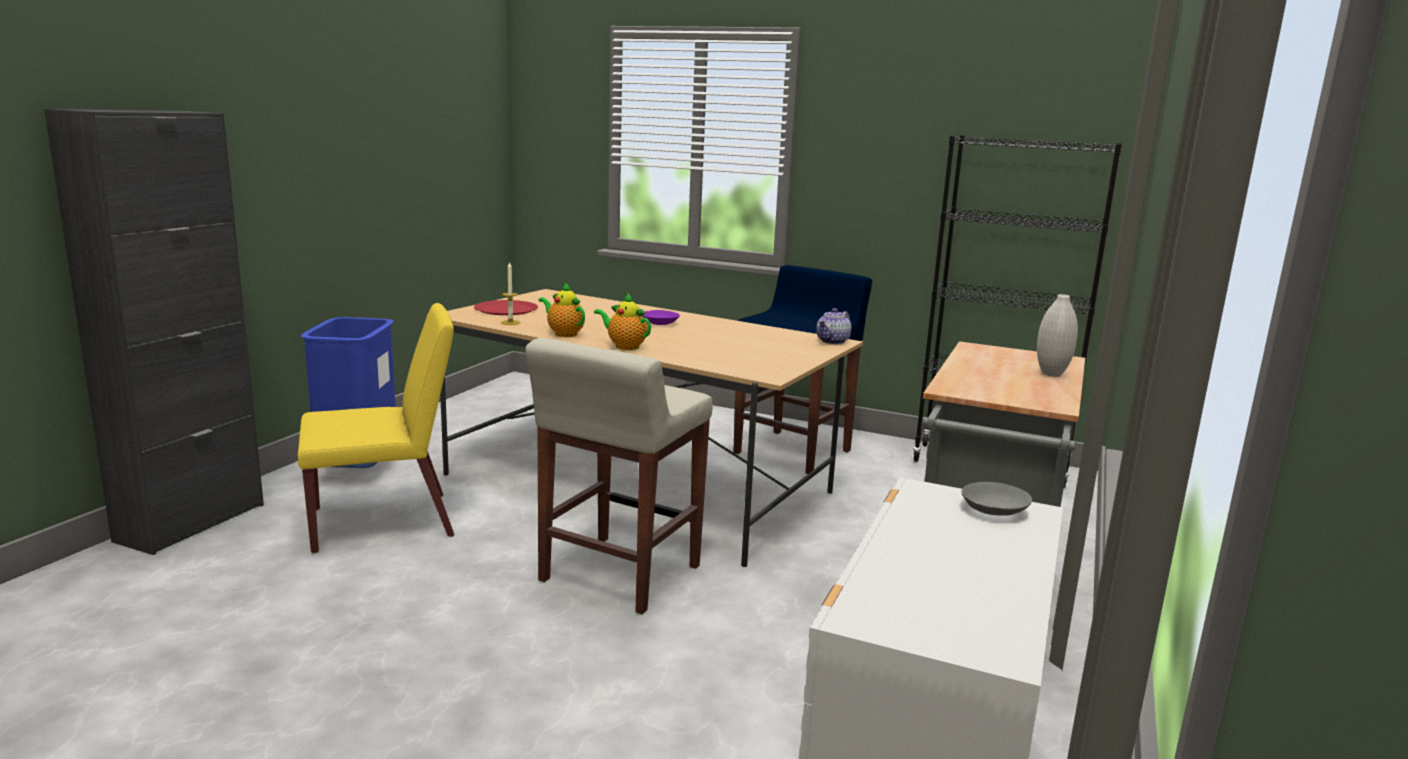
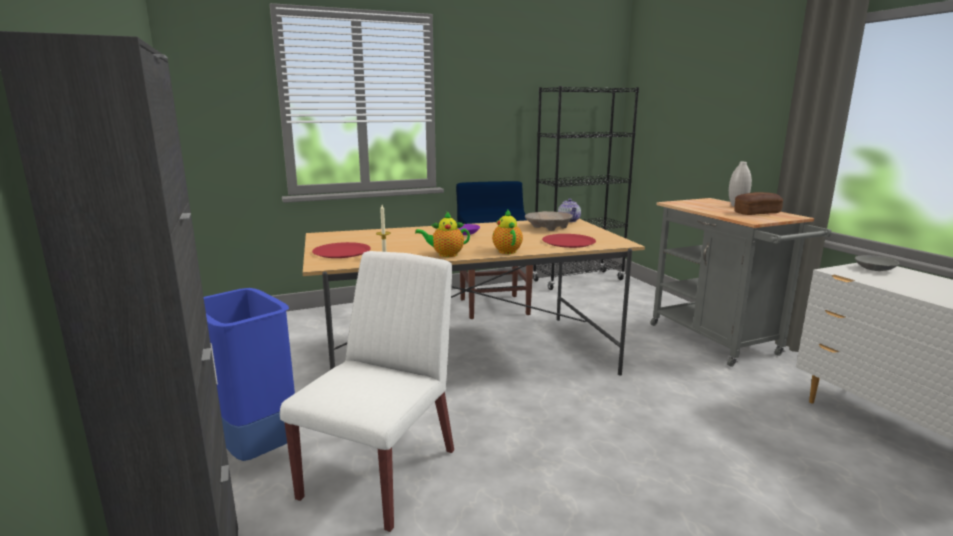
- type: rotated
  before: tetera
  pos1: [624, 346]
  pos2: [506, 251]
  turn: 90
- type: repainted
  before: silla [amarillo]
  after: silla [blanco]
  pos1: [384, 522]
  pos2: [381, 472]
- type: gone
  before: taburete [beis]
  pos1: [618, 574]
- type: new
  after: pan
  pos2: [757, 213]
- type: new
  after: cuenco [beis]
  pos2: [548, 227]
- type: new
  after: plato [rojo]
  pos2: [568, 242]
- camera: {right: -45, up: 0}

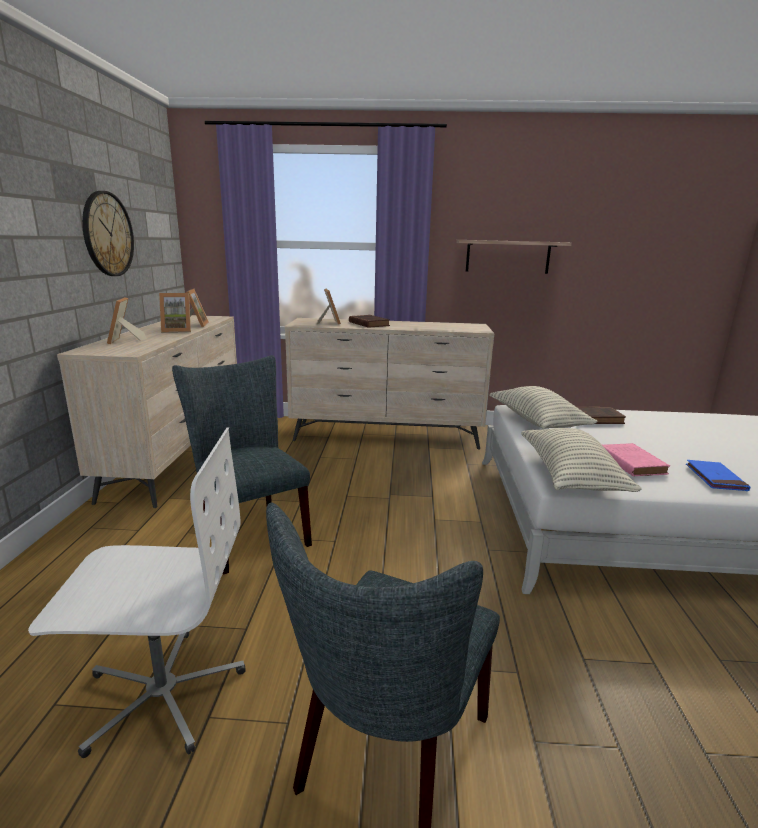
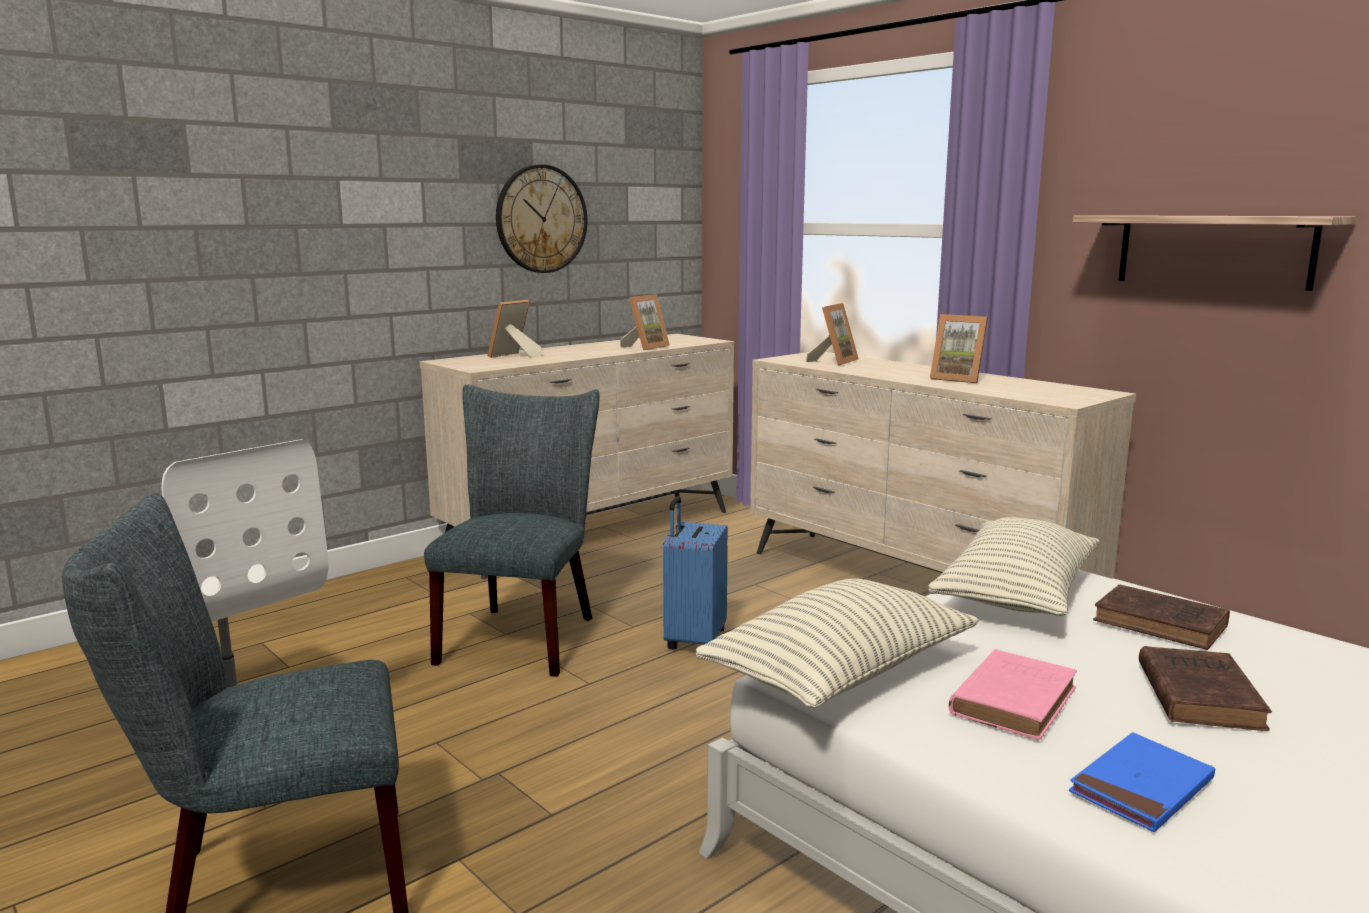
- type: shifted
  before: portarretratos
  pos1: [177, 330]
  pos2: [958, 379]
- type: shifted
  before: libro [marrón]
  pos1: [368, 324]
  pos2: [1197, 694]
- type: new
  after: maleta [azul]
  pos2: [693, 640]
- camera: {right: 45, up: -5}

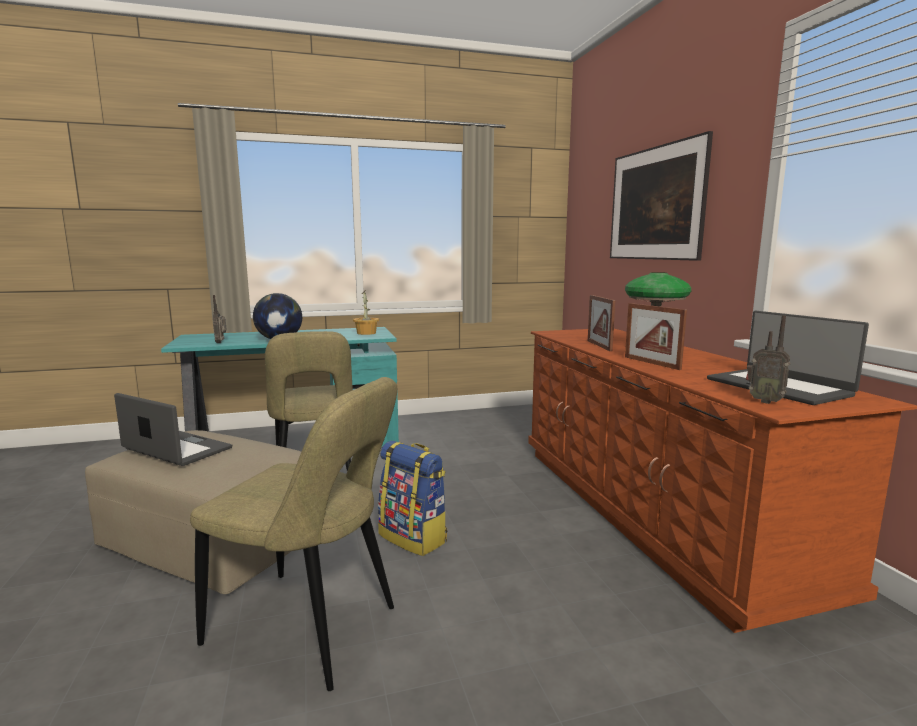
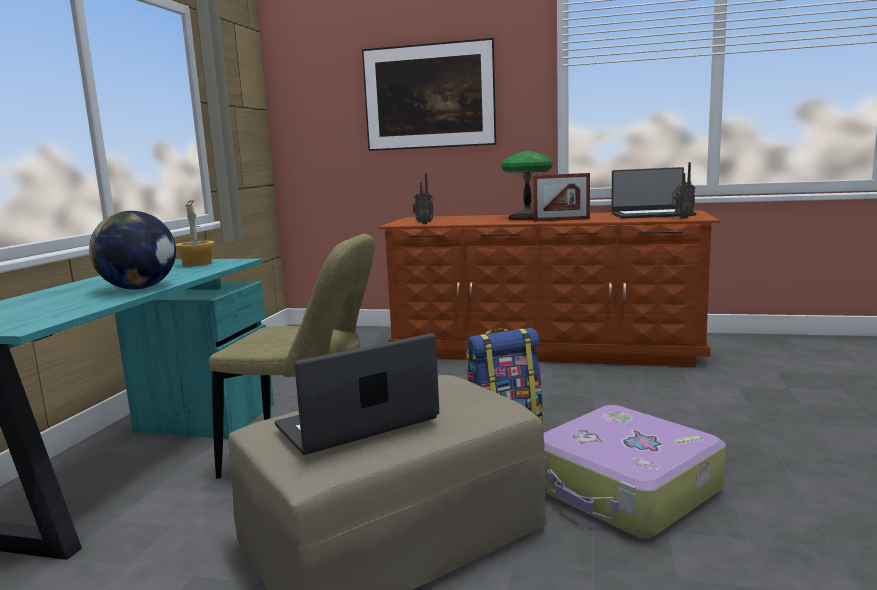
- type: shifted
  before: radio
  pos1: [221, 342]
  pos2: [424, 223]
- type: gone
  before: portarretratos
  pos1: [599, 345]
- type: swapped
  before: silla [beis]
  after: maleta
  pos1: [309, 628]
  pos2: [625, 490]
- camera: {right: -60, up: 0}

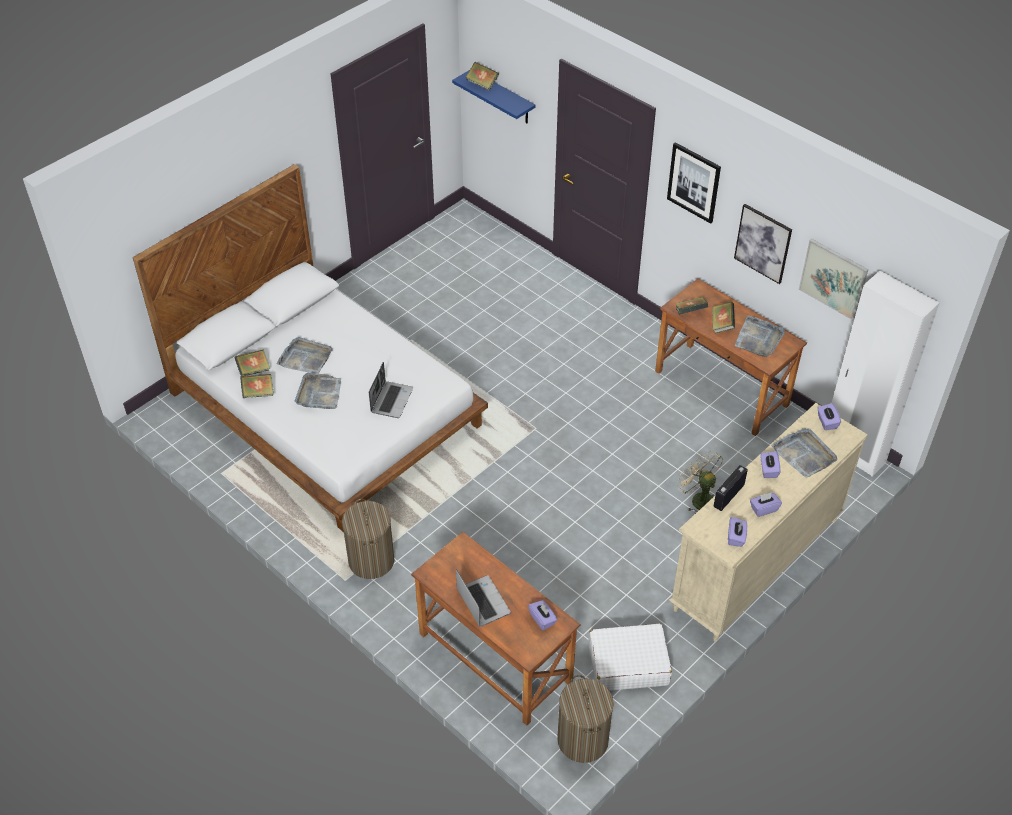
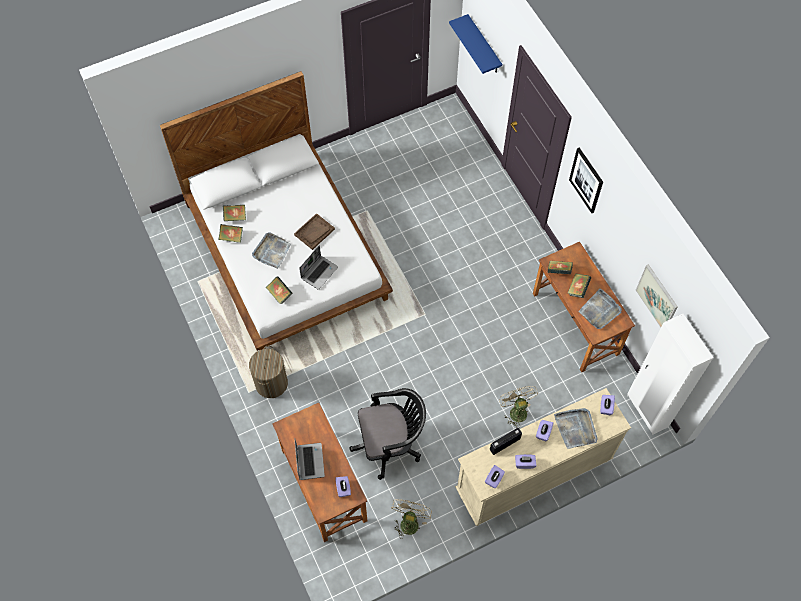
- type: shifted
  before: libro
  pos1: [482, 84]
  pos2: [279, 294]
- type: gone
  before: cuadro
  pos1: [763, 243]
- type: gone
  before: bandeja [gris]
  pos1: [305, 358]
- type: swapped
  before: maleta [blanco]
  after: ventilador [beis]
  pos1: [627, 664]
  pos2: [409, 521]
- type: gone
  before: cesto de la ropa
  pos1: [582, 739]
- type: new
  after: bandeja [marrón]
  pos2: [314, 232]
- type: new
  after: silla de oficina [negro]
  pos2: [390, 444]
- camera: {right: 20, up: 15}

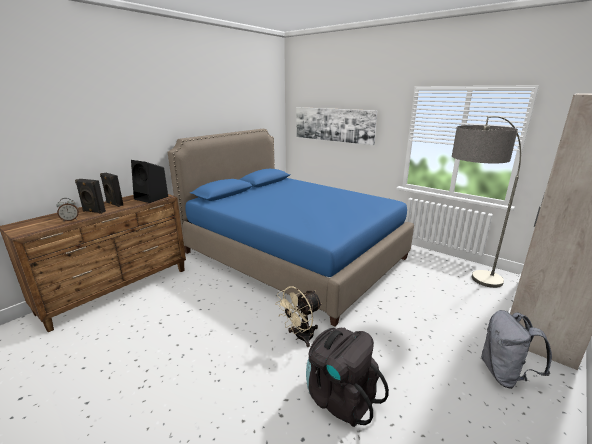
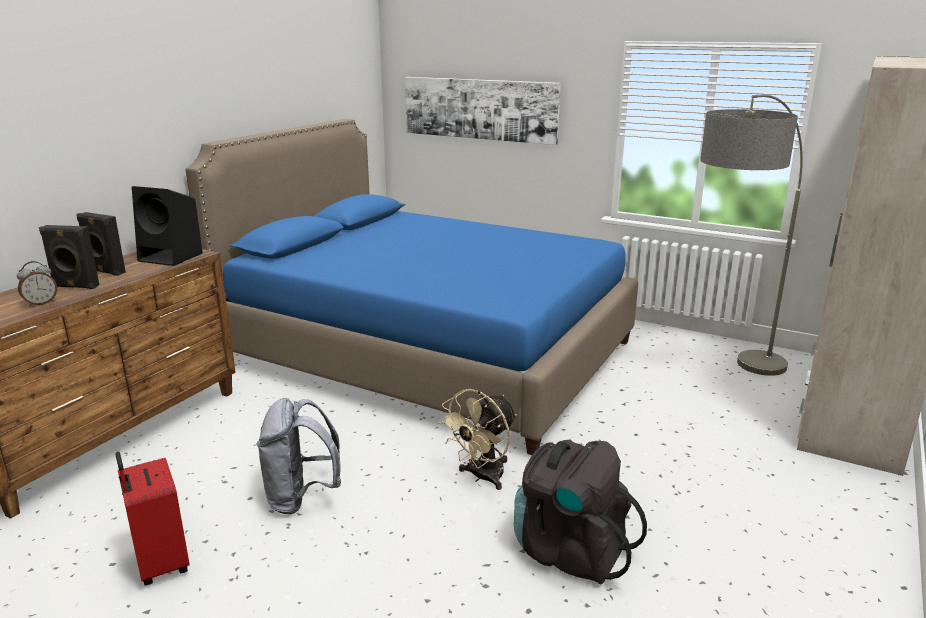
- type: shifted
  before: mochila [gris]
  pos1: [504, 374]
  pos2: [301, 498]
- type: new
  after: maleta [rojo]
  pos2: [160, 564]
- camera: {right: -10, up: 0}

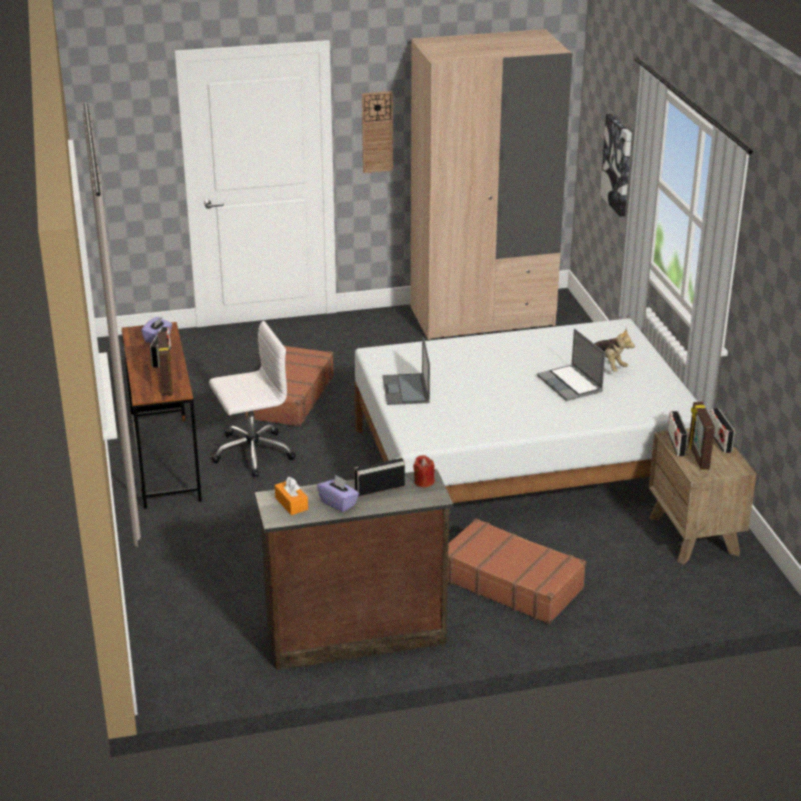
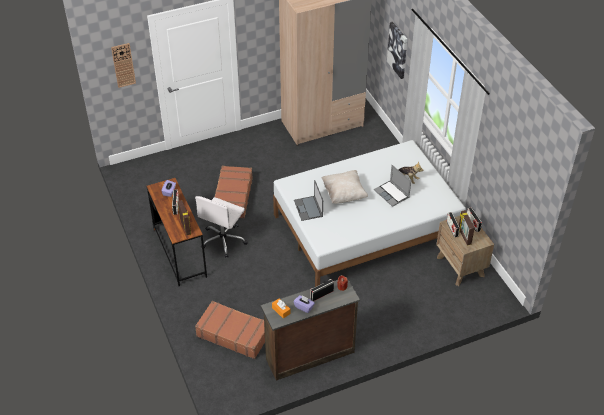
- type: shifted
  before: reloj de pared
  pos1: [377, 132]
  pos2: [123, 65]
- type: rotated
  before: silla de oficina [blanco]
  pos1: [251, 453]
  pos2: [223, 240]
  turn: 150
- type: shifted
  before: maleta [marrón]
  pos1: [511, 583]
  pos2: [233, 334]
- type: new
  after: cojín [beis]
  pos2: [344, 194]
- camera: {right: -10, up: 15}

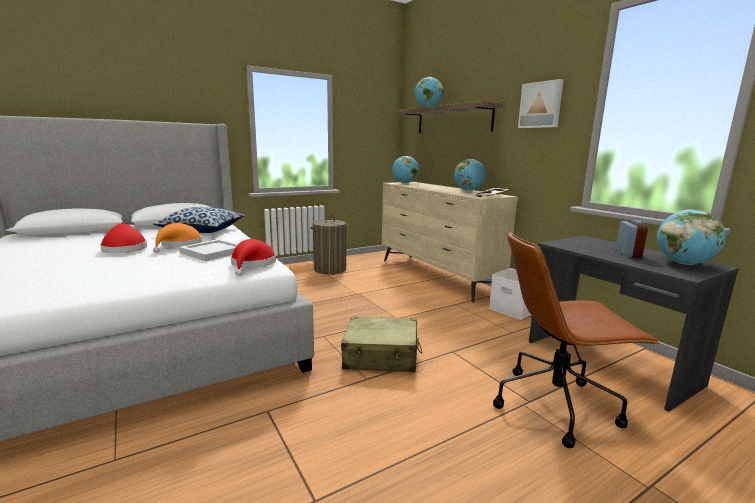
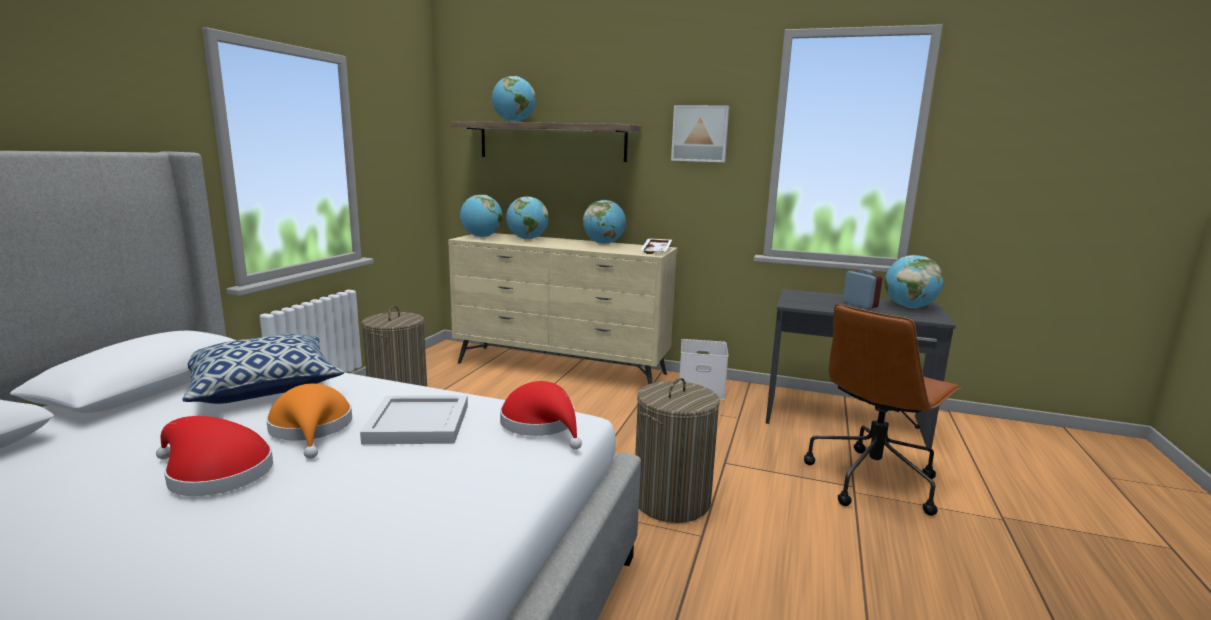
- type: swapped
  before: maleta [beis]
  after: cesto de la ropa
  pos1: [381, 356]
  pos2: [671, 500]
- type: new
  after: globo terráqueo
  pos2: [527, 239]
- camera: {right: -40, up: 0}

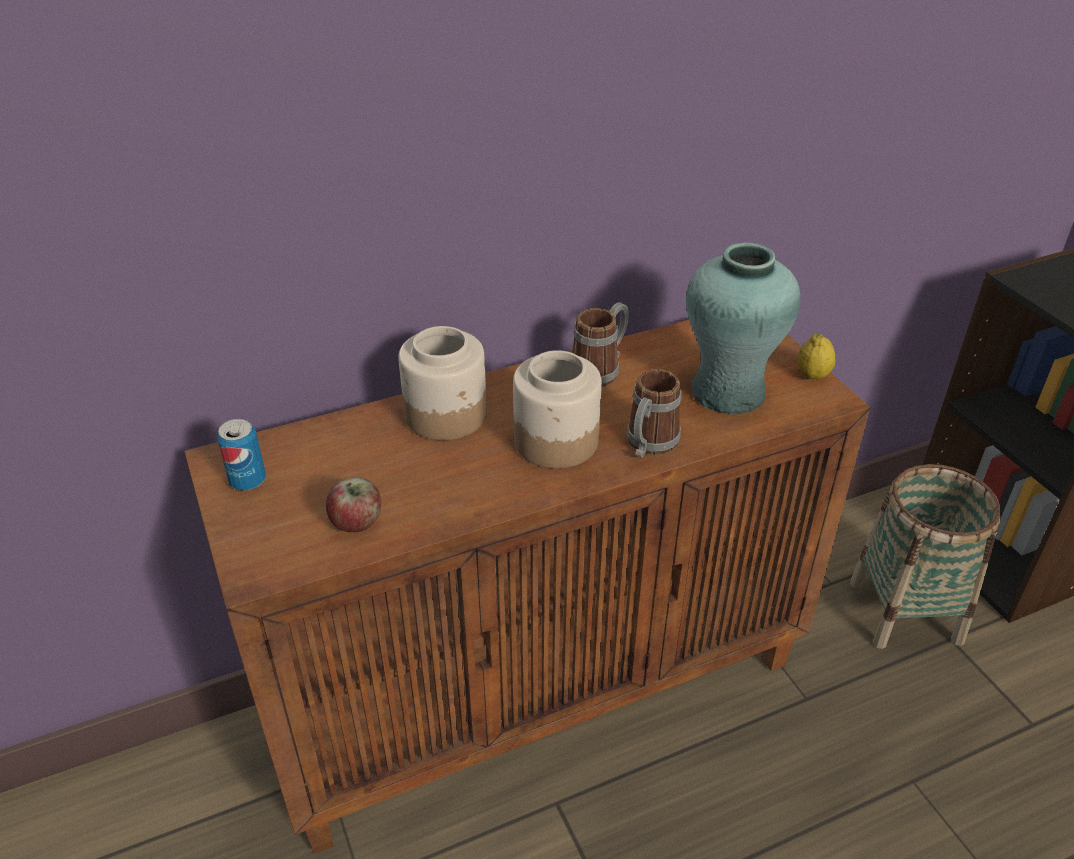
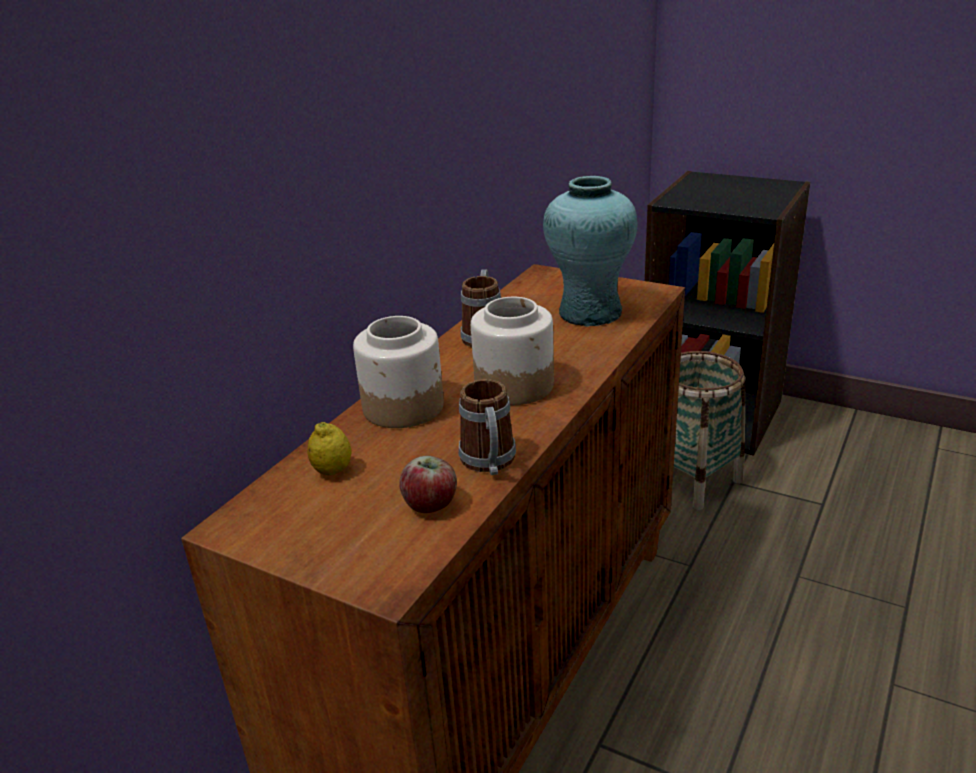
- type: shifted
  before: limón
  pos1: [812, 375]
  pos2: [332, 471]
- type: shifted
  before: taza grande
  pos1: [648, 445]
  pos2: [489, 463]
- type: gone
  before: lata
  pos1: [248, 481]
- camera: {right: -35, up: -10}

